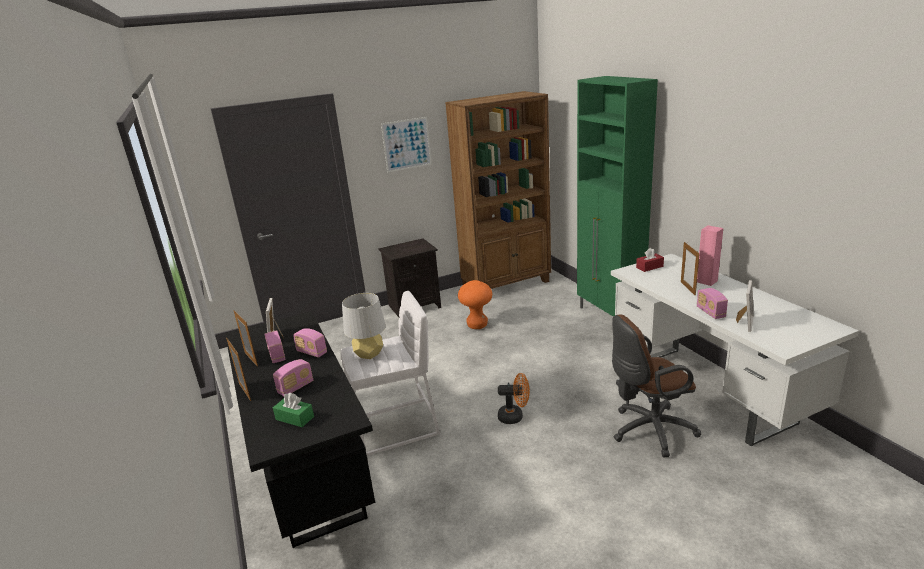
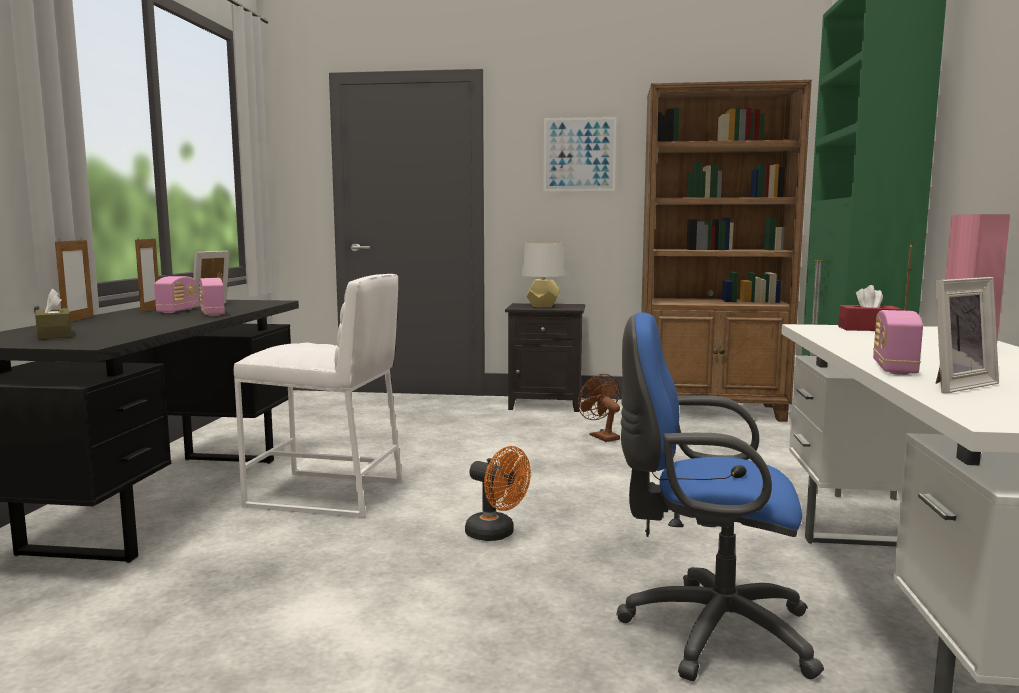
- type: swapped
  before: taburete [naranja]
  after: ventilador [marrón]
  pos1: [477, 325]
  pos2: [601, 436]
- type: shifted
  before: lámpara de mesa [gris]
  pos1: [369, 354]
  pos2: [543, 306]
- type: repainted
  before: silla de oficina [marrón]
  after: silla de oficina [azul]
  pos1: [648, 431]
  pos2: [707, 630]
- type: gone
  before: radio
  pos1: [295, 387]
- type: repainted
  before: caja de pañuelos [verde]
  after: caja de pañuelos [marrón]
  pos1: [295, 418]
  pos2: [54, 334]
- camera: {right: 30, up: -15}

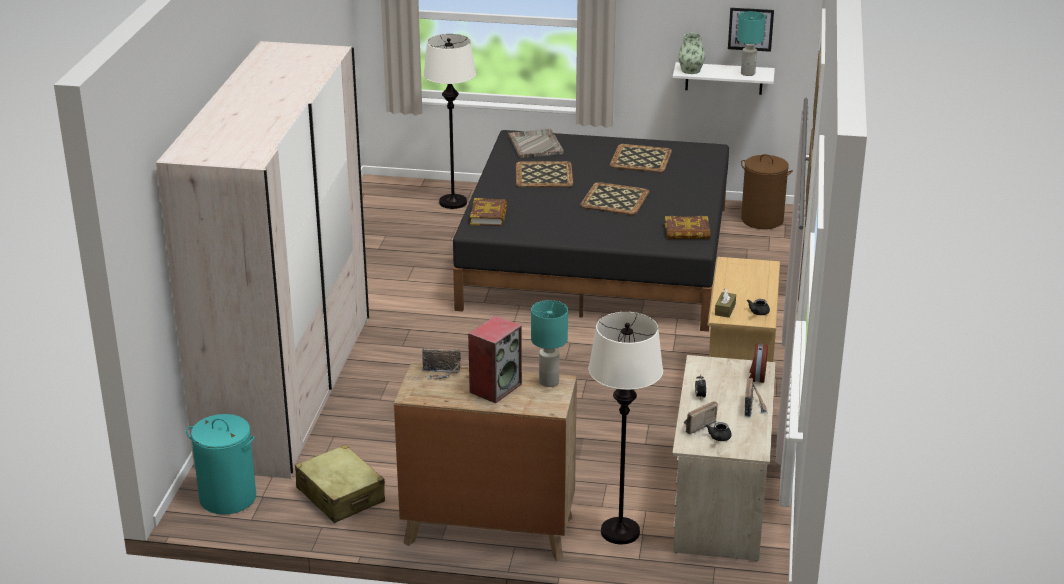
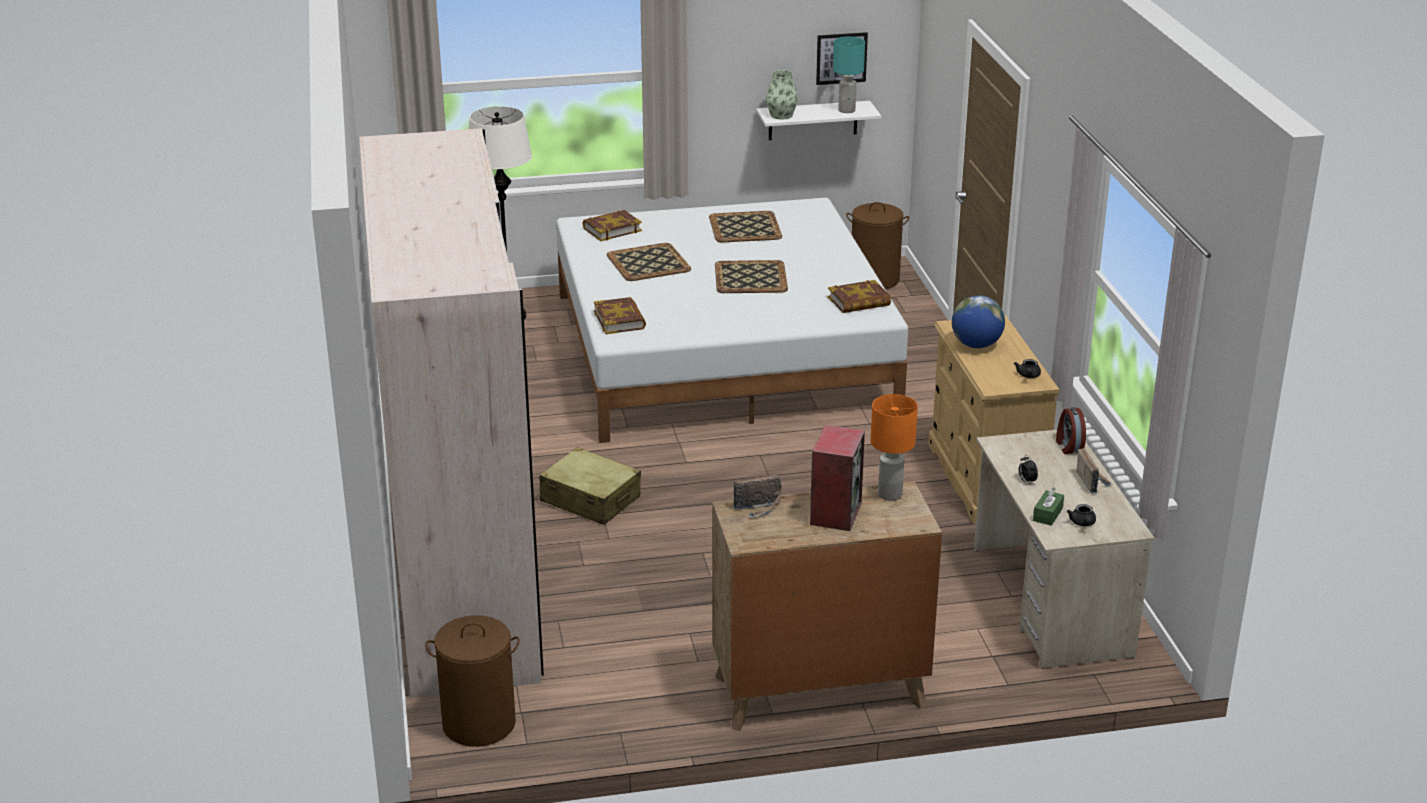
- type: swapped
  before: bandeja [gris]
  after: libro
  pos1: [535, 145]
  pos2: [612, 229]
- type: repainted
  before: cama [negro]
  after: cama [blanco]
  pos1: [597, 257]
  pos2: [722, 351]
- type: gone
  before: caja de pañuelos [marrón]
  pos1: [725, 310]
- type: repainted
  before: lámpara de mesa [turquesa]
  after: lámpara de mesa [naranja]
  pos1: [548, 382]
  pos2: [889, 495]
- type: gone
  before: lámpara de pie [blanco]
  pos1: [620, 532]
- type: swapped
  before: radio
  after: caja de pañuelos [verde]
  pos1: [696, 425]
  pos2: [1047, 514]
- type: repainted
  before: cesto de la ropa [turquesa]
  after: cesto de la ropa [marrón]
  pos1: [227, 498]
  pos2: [478, 724]
- type: shifted
  before: maleta [beis]
  pos1: [340, 495]
  pos2: [590, 499]
- type: new
  after: globo terráqueo
  pos2: [976, 345]
- camera: {right: -20, up: 0}

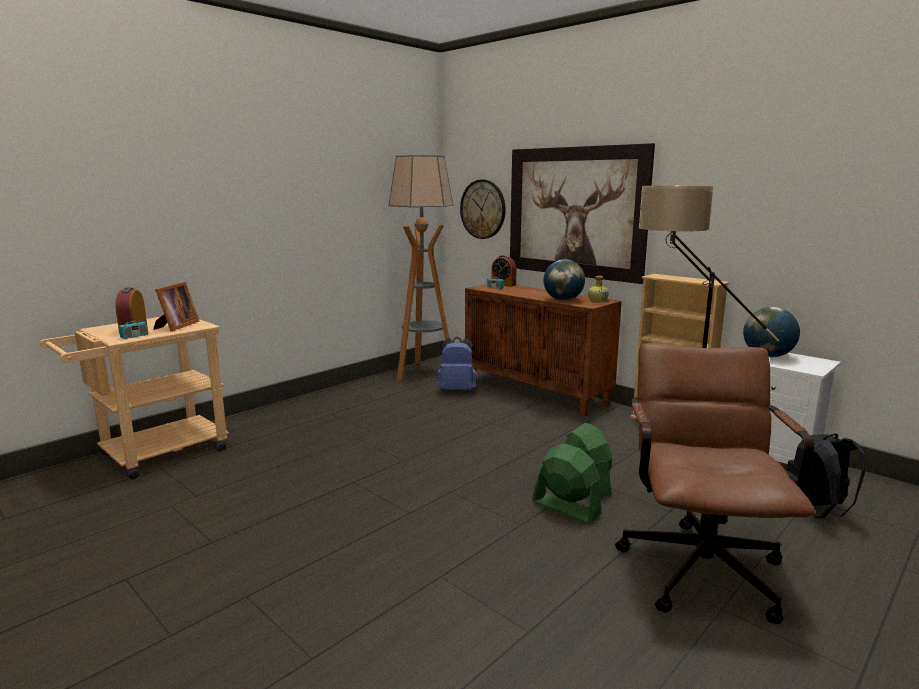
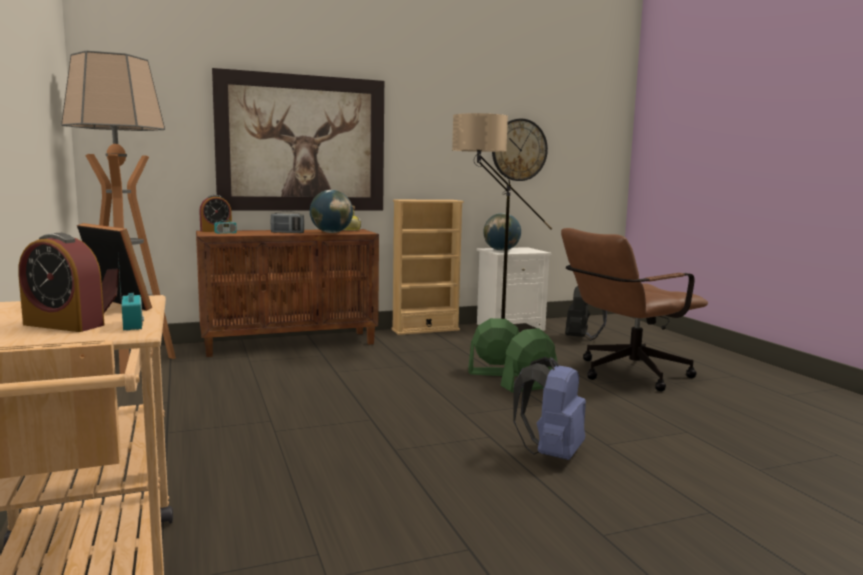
- type: shifted
  before: reloj de pared
  pos1: [483, 209]
  pos2: [519, 150]
- type: shifted
  before: mochila [azul]
  pos1: [457, 390]
  pos2: [551, 453]
- type: rotated
  before: silla de oficina [marrón]
  pos1: [699, 562]
  pos2: [624, 374]
  turn: -60
- type: new
  after: radio
  pos2: [287, 233]
- camera: {right: -65, up: -5}

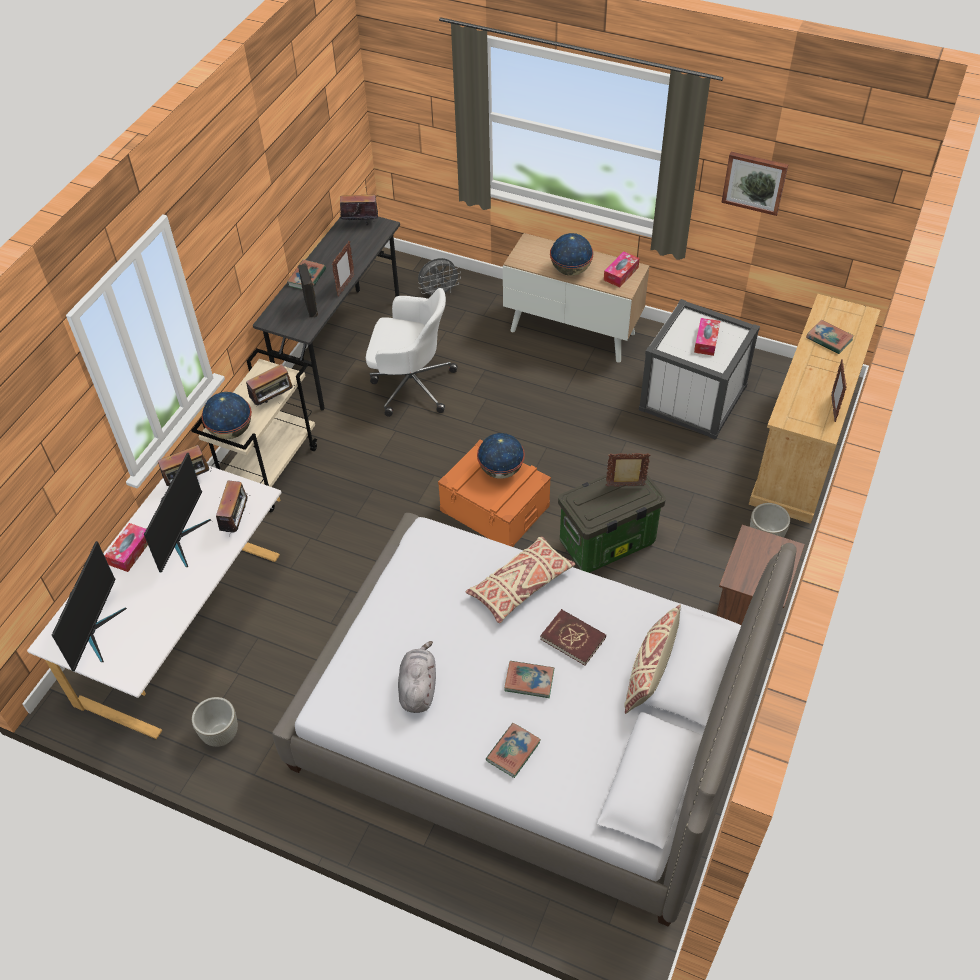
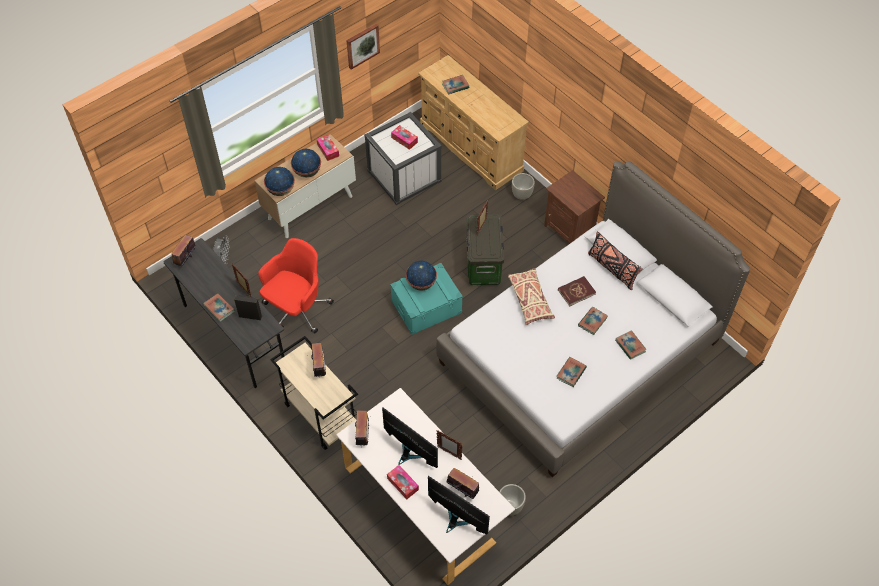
- type: repainted
  before: silla de oficina [blanco]
  after: silla de oficina [rojo]
  pos1: [411, 385]
  pos2: [297, 310]
- type: shifted
  before: portarretratos
  pos1: [833, 408]
  pos2: [449, 453]
- type: shifted
  before: globo terráqueo
  pos1: [231, 431]
  pos2: [281, 190]
- type: repainted
  before: caja de almacenaje [naranja]
  after: caja de almacenaje [turquesa]
  pos1: [495, 508]
  pos2: [426, 306]
- type: shifted
  before: radio
  pos1: [237, 521]
  pos2: [462, 489]
- type: repainted
  before: cojín [beis]
  after: cojín [negro]
  pos1: [650, 671]
  pos2: [612, 269]
- type: swapped
  before: peluche [gris]
  after: libro
  pos1: [418, 687]
  pos2: [571, 373]
- camera: {right: -65, up: 5}

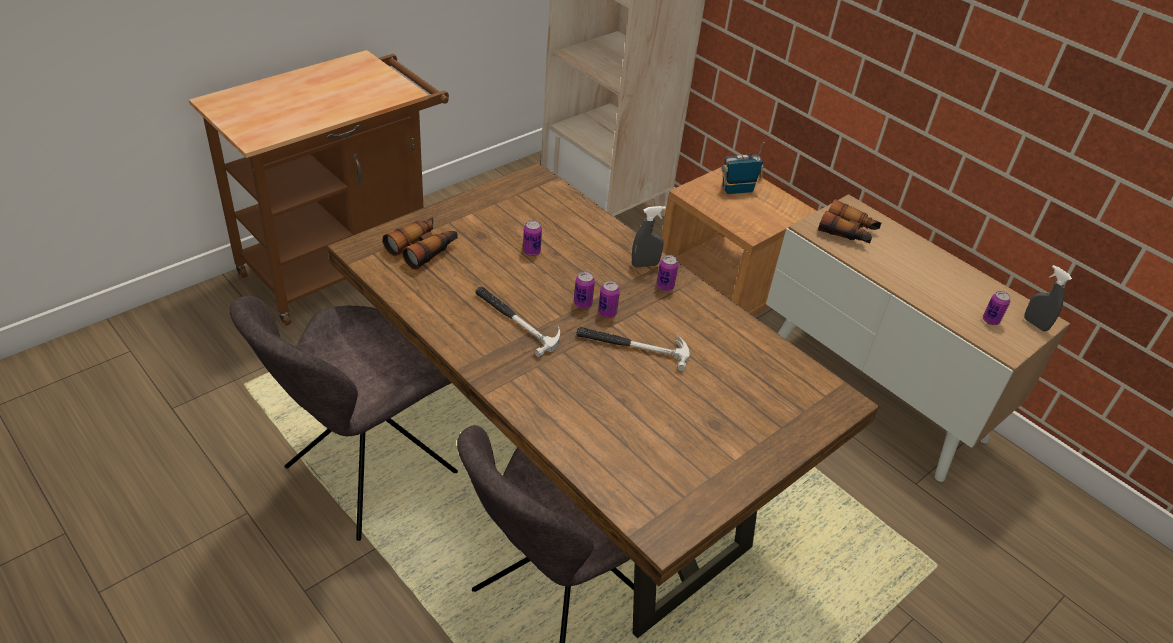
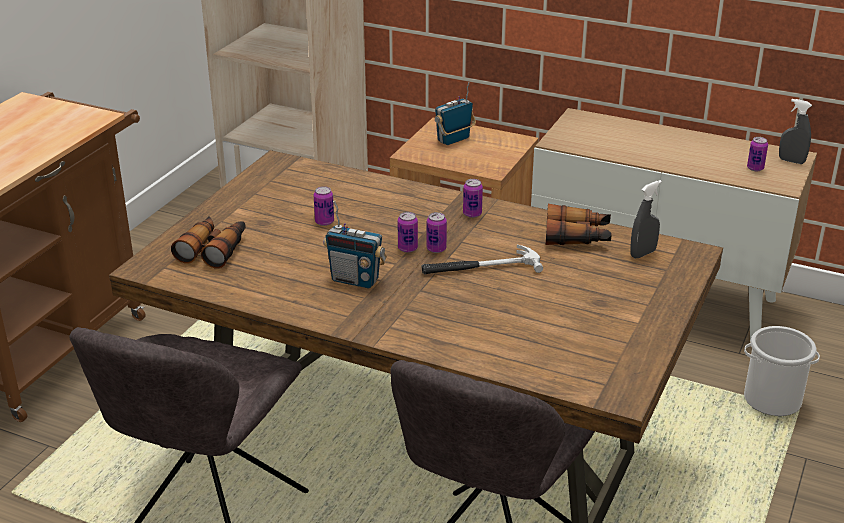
- type: shifted
  before: prismáticos
  pos1: [848, 232]
  pos2: [577, 237]
- type: shifted
  before: pulverizador [gris]
  pos1: [645, 265]
  pos2: [643, 253]
- type: swapped
  before: martillo
  after: radio
  pos1: [516, 321]
  pos2: [355, 280]
- type: new
  after: cubo
  pos2: [771, 400]
- camera: {right: -20, up: -10}

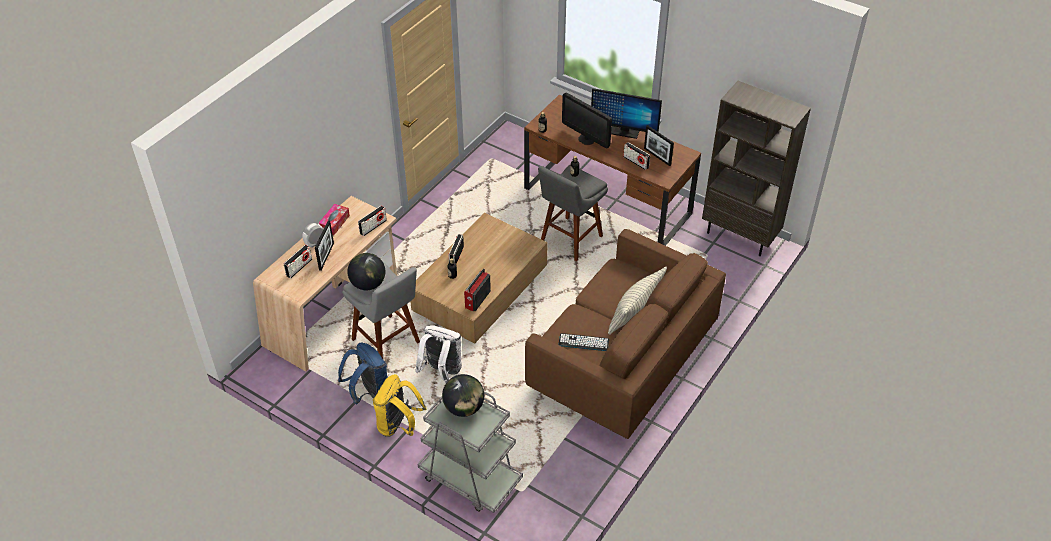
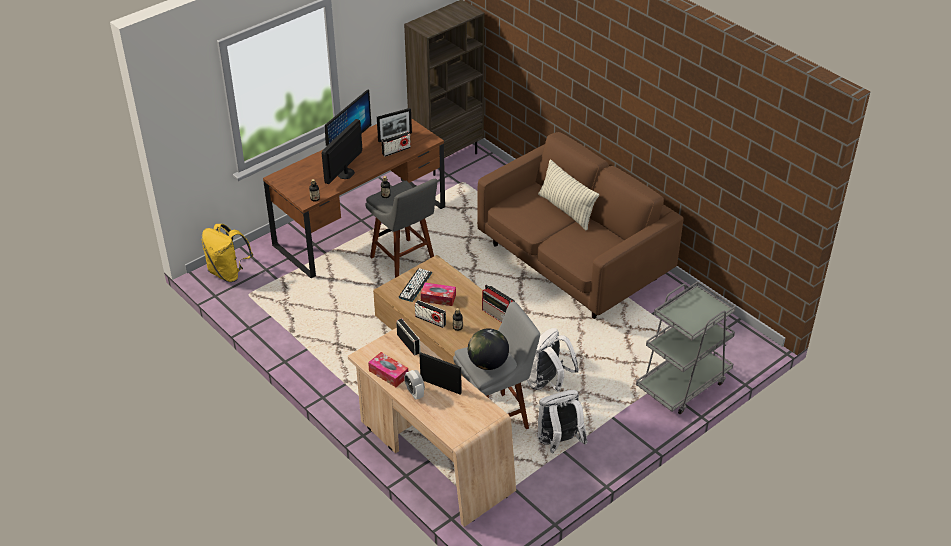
- type: rotated
  before: monitor
  pos1: [586, 139]
  pos2: [346, 173]
  turn: 150
- type: gone
  before: radio
  pos1: [299, 267]
- type: shifted
  before: teclado
  pos1: [583, 342]
  pos2: [415, 285]
- type: repainted
  before: mochila [azul]
  after: mochila [blanco]
  pos1: [368, 392]
  pos2: [558, 442]
- type: shifted
  before: mochila [amarillo]
  pos1: [399, 426]
  pos2: [228, 273]
- type: gone
  before: globo terráqueo
  pos1: [464, 408]
- type: new
  after: caja de pañuelos
  pos2: [438, 298]
- camera: {right: -75, up: -5}

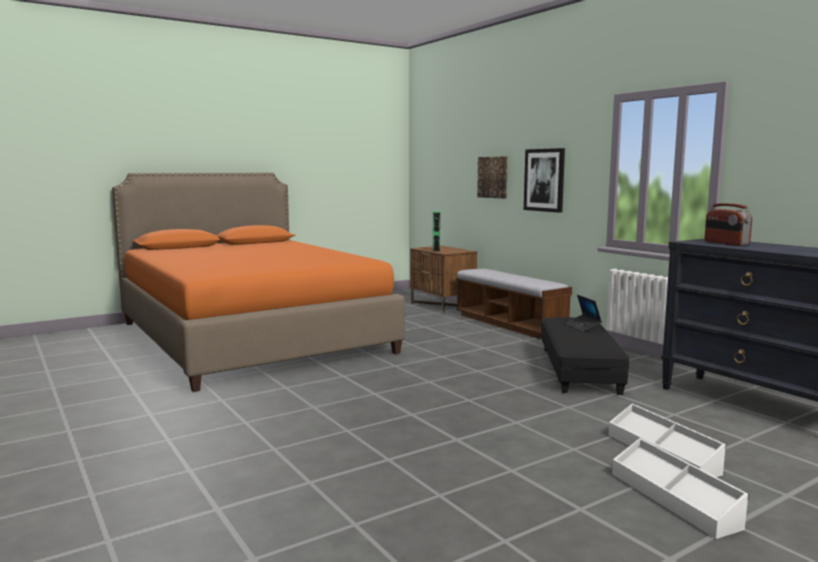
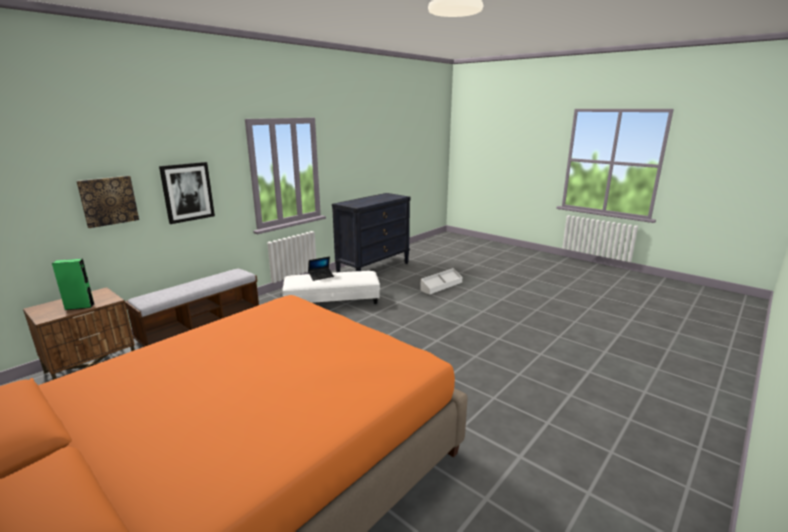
- type: gone
  before: radio
  pos1: [725, 243]
- type: repainted
  before: puf [negro]
  after: puf [blanco]
  pos1: [579, 370]
  pos2: [332, 300]
- type: gone
  before: caja de almacenaje [blanco]
  pos1: [674, 499]
- camera: {right: -105, up: 10}

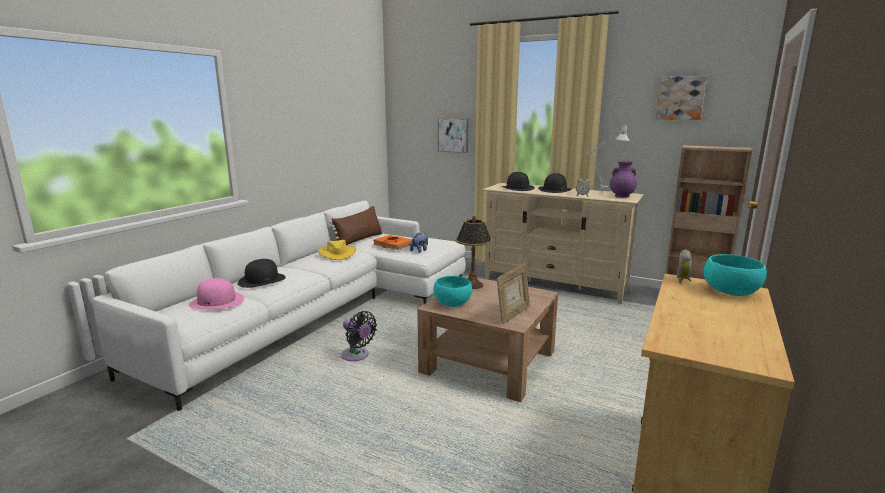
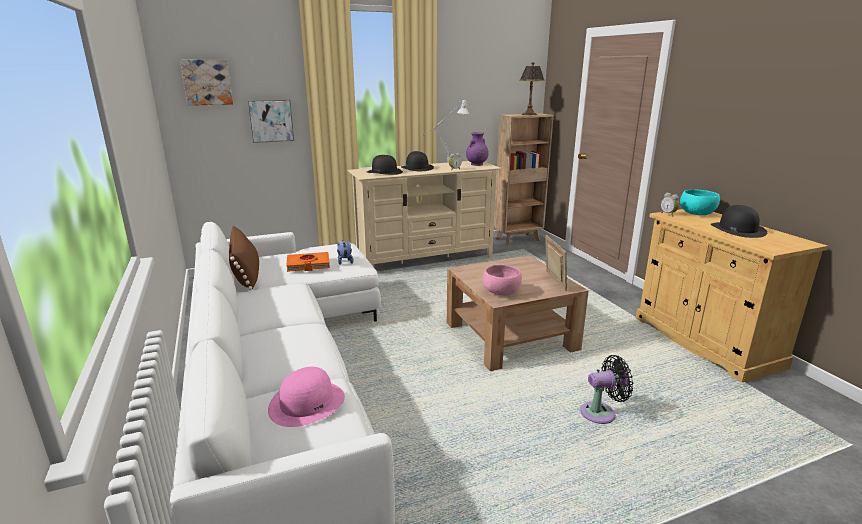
- type: shifted
  before: cuadro
  pos1: [680, 98]
  pos2: [207, 82]
- type: shifted
  before: lámpara de mesa
  pos1: [473, 285]
  pos2: [529, 114]
- type: gone
  before: sombrero [amarillo]
  pos1: [337, 253]
- type: shifted
  before: sombrero [negro]
  pos1: [262, 280]
  pos2: [737, 229]
- type: repainted
  before: cuenco [turquesa]
  after: cuenco [rosa]
  pos1: [452, 303]
  pos2: [501, 292]
- type: shifted
  before: ventilador [negro]
  pos1: [357, 356]
  pos2: [601, 413]
- camera: {right: -50, up: 5}

